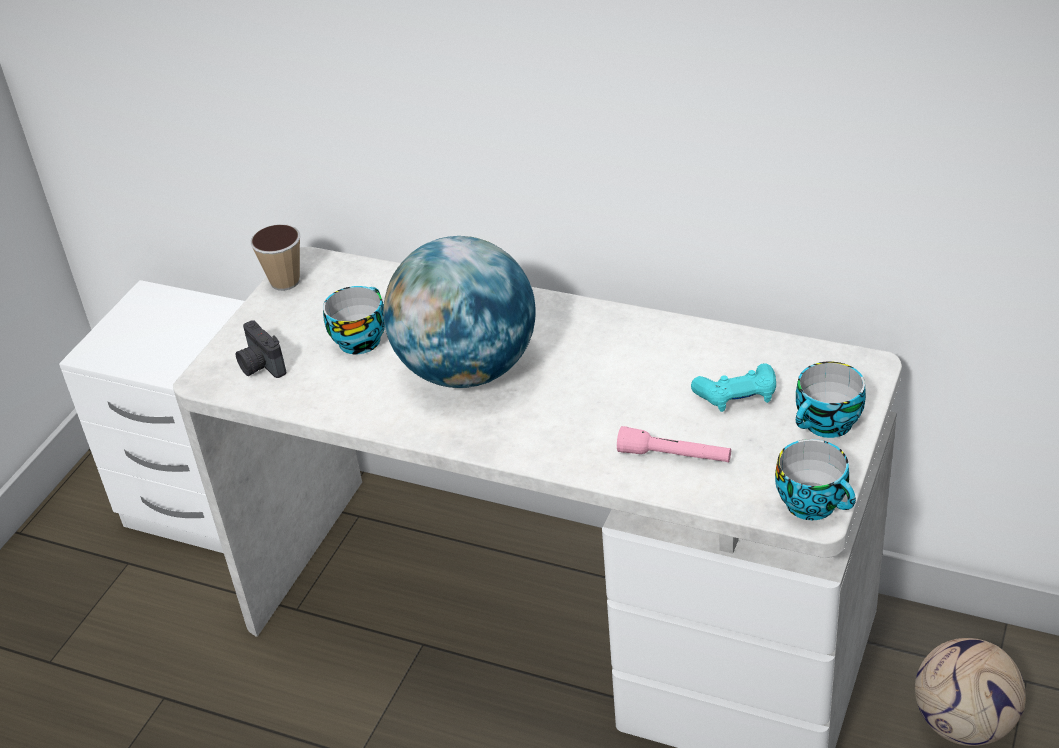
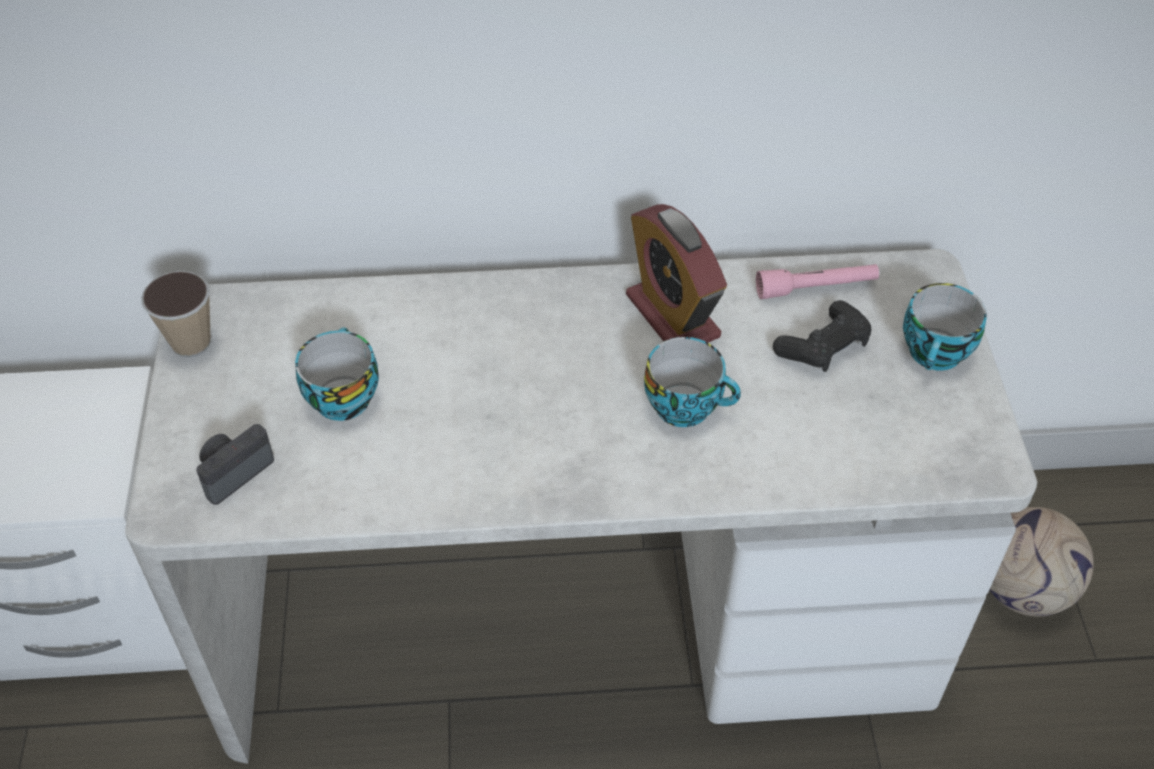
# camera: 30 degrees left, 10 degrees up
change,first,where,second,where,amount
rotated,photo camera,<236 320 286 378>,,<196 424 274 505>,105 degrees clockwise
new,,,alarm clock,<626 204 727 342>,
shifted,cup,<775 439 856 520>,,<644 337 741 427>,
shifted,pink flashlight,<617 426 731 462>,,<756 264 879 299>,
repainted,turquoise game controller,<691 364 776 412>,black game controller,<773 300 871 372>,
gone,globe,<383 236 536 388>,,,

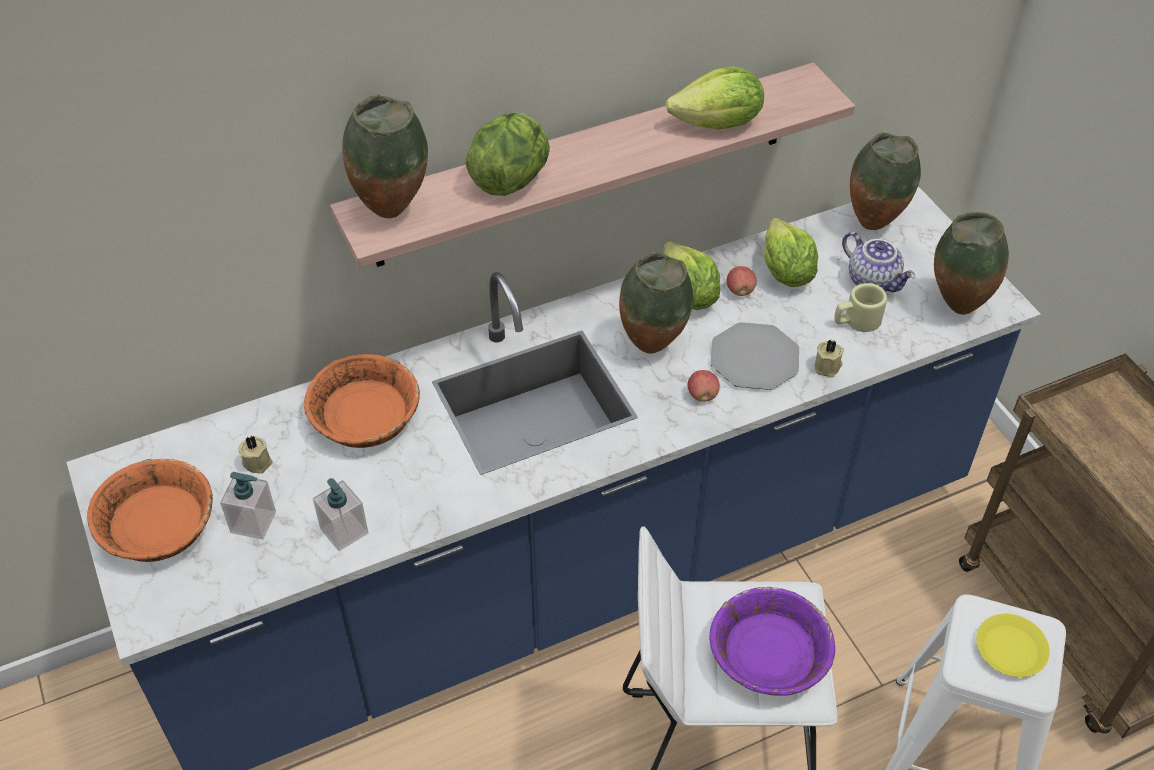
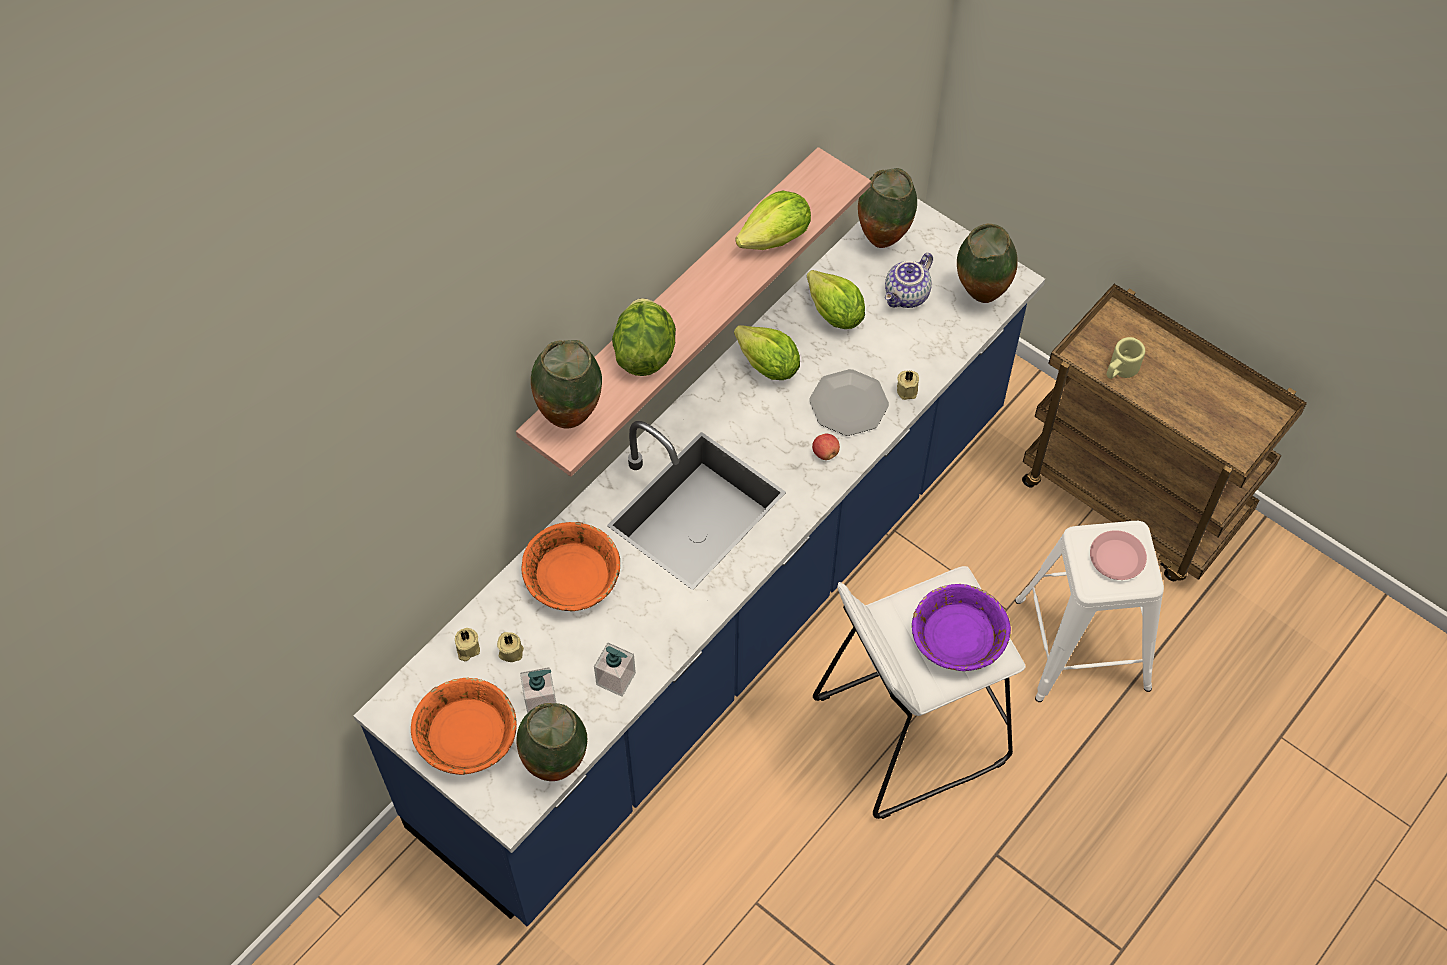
# camera: 25 degrees left, 10 degrees up
change,first,where,second,where,amount
new,,,beige candle,<455 628 480 661>,
shifted,vase,<619 252 694 354>,,<516 703 587 781>,
rotated,teapot,<842 232 915 292>,,<885 253 933 308>,105 degrees clockwise
repainted,yellow plate,<976 614 1050 677>,pink plate,<1090 530 1147 580>,
shifted,beige mug,<835 283 887 332>,,<1107 337 1145 379>,
gone,apple,<727 266 757 296>,,,

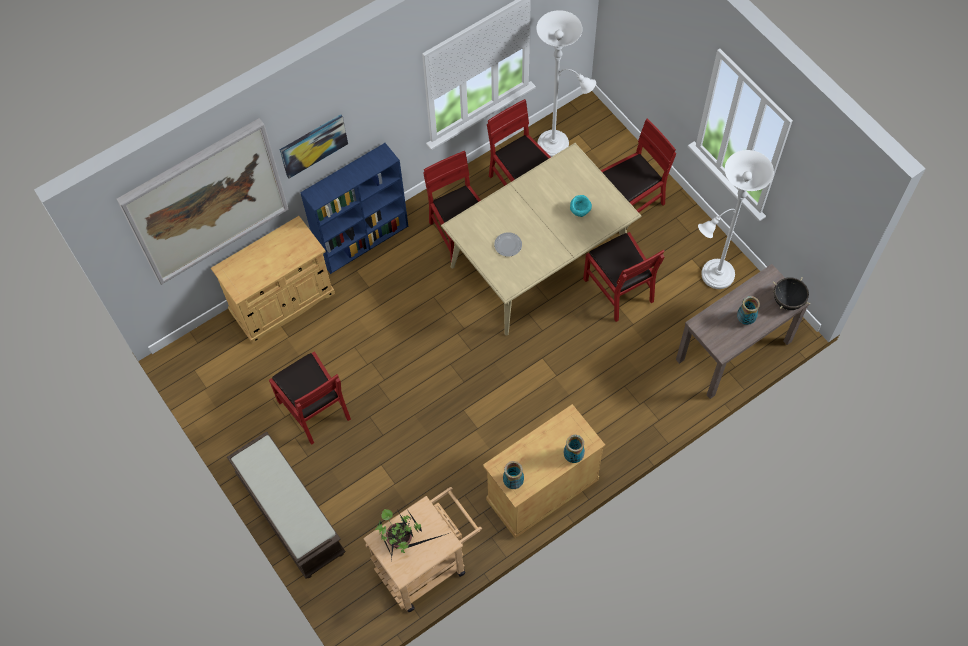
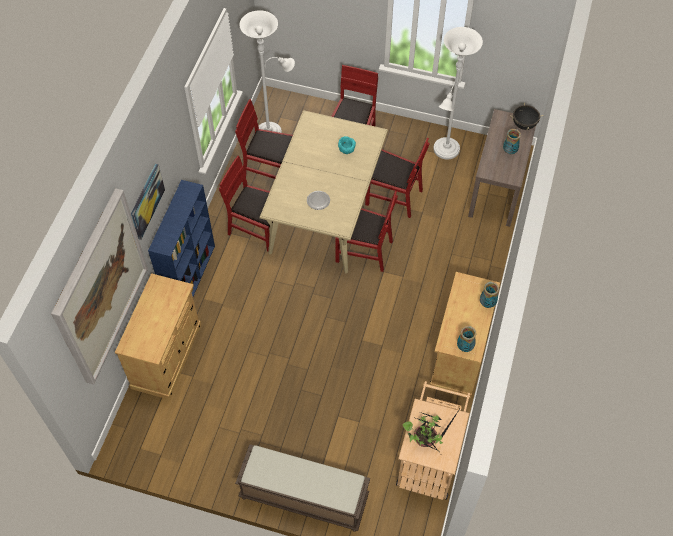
# camera: 40 degrees left, 5 degrees down
change,first,where,second,where,amount
shifted,red chair,<269 351 351 445>,,<335 191 398 272>,

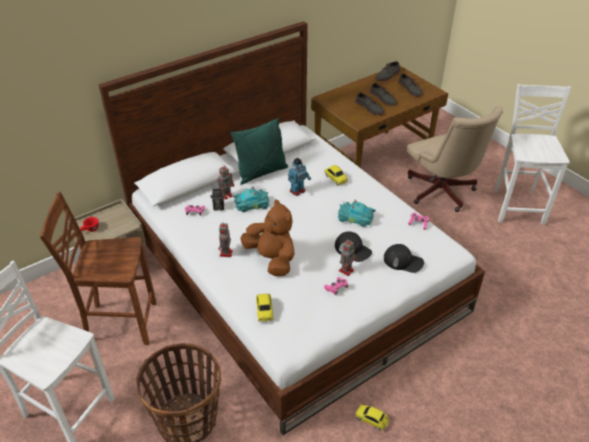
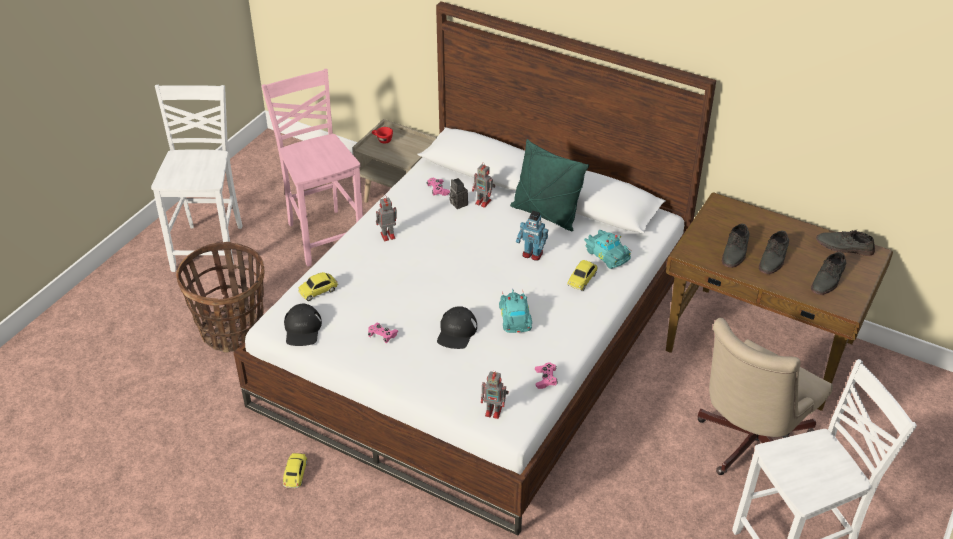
# camera: 65 degrees right, 0 degrees up
change,first,where,second,where,amount
repainted,brown chair,<40 192 156 345>,pink chair,<261 69 363 267>,
shifted,black cap,<384 244 424 273>,,<284 304 322 346>,
shifted,toy robot,<339 239 357 276>,,<481 370 509 419>,
shifted,turquoise toy car,<233 186 269 212>,,<584 229 632 269>,
gone,brown plush toy,<240 200 295 276>,,,

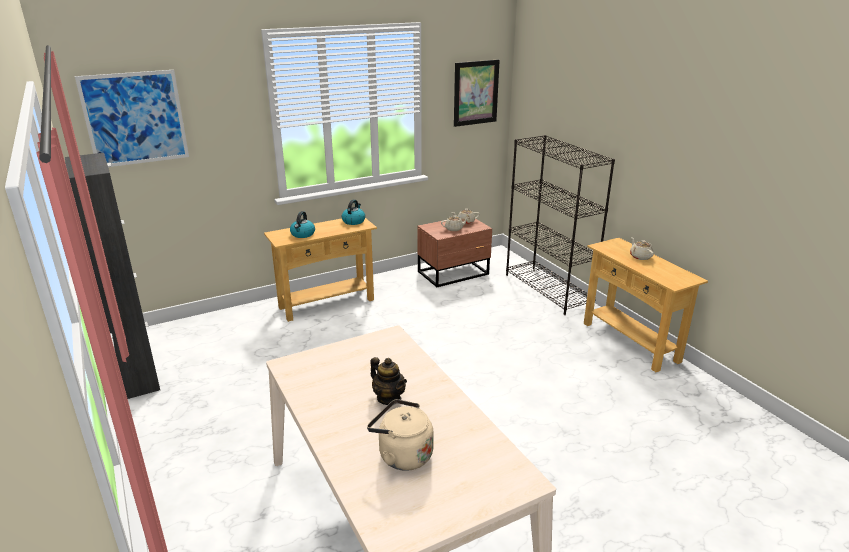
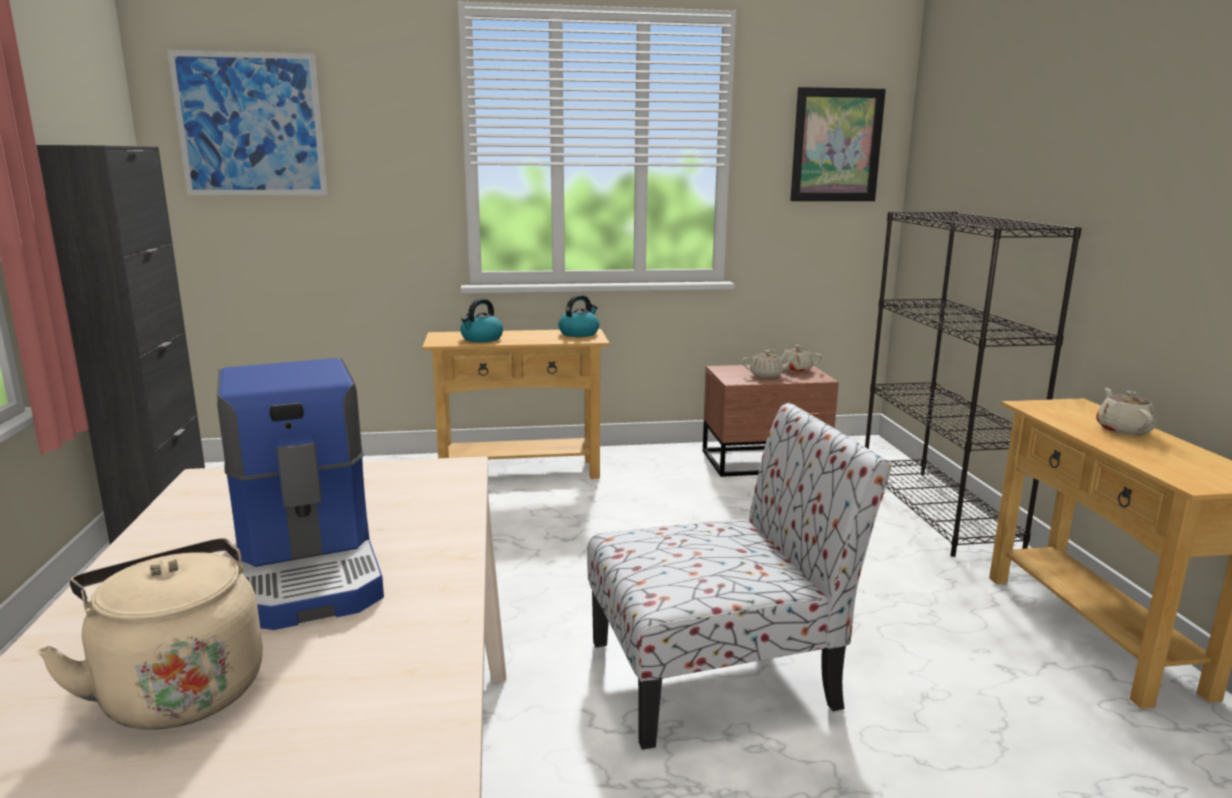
# camera: 20 degrees right, 10 degrees down
change,first,where,second,where,amount
swapped,teapot,<370 357 407 405>,coffee machine,<217 358 384 630>,
new,,,chair,<587 403 891 750>,

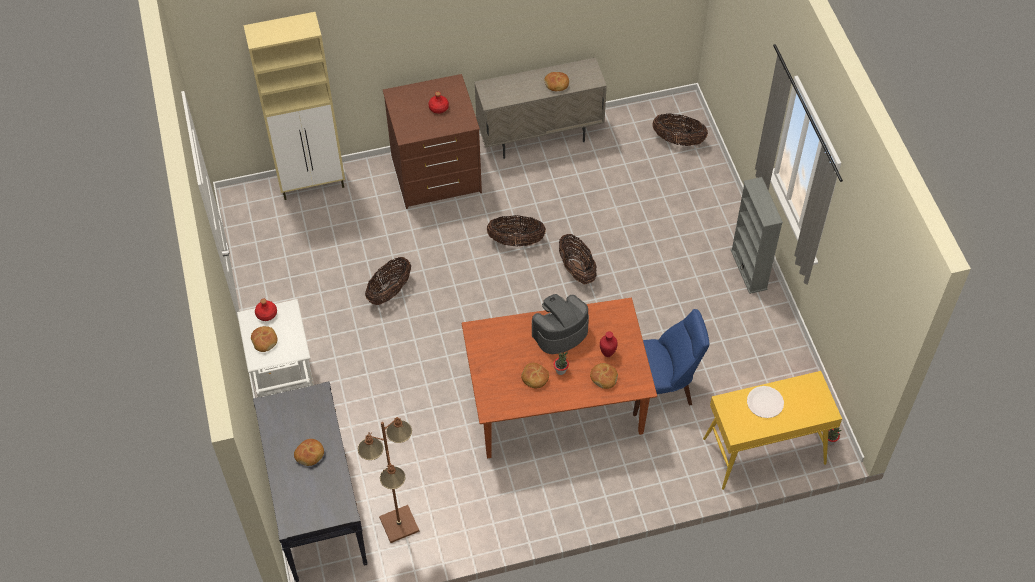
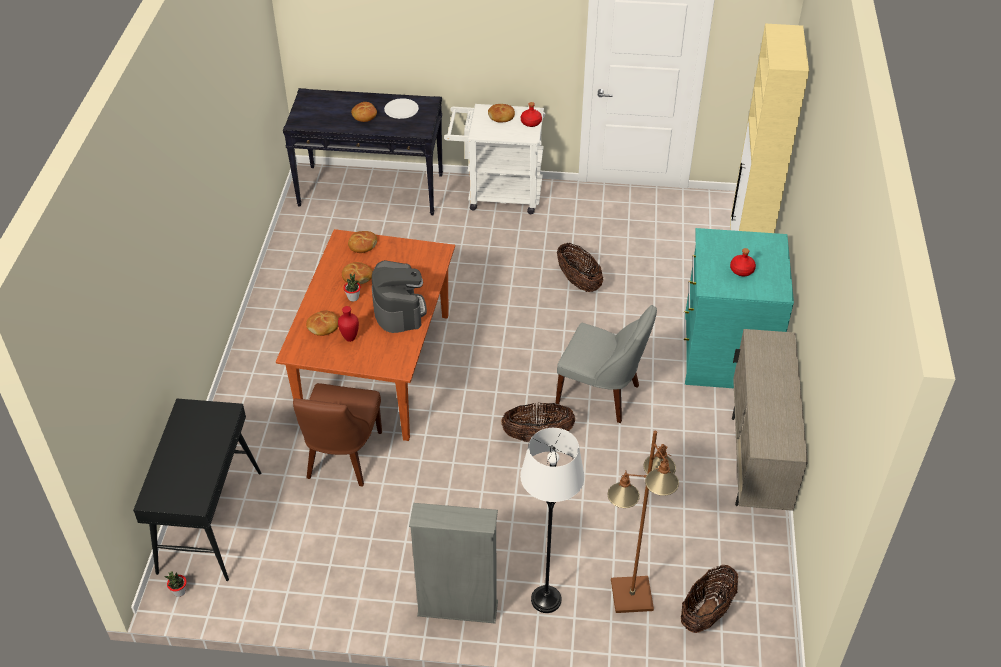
# camera: 110 degrees right, 10 degrees down
change,first,where,second,where,amount
repainted,yellow console table,<703 371 842 490>,black console table,<133 398 261 581>,
repainted,blue chair,<633 309 709 416>,brown chair,<293 383 382 486>,
shifted,bread,<544 72 569 91>,,<348 231 377 253>,
shifted,white plate,<747 386 784 418>,,<384 98 419 119>,
new,,,white floor lamp,<520 428 585 613>,
swapped,basket,<487 215 546 247>,grey chair,<556 305 657 423>,
shifted,brown floor lamp,<358 417 419 543>,,<607 431 679 613>,
repainted,brown dresser,<383 74 482 209>,turquoise dresser,<684 228 794 388>,

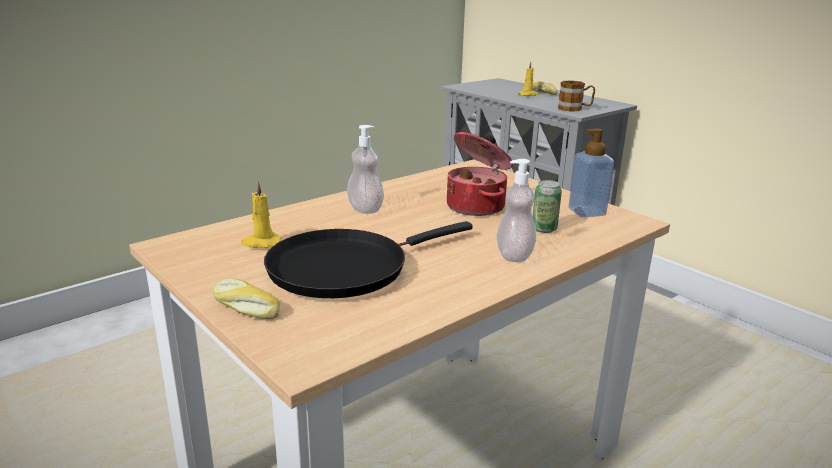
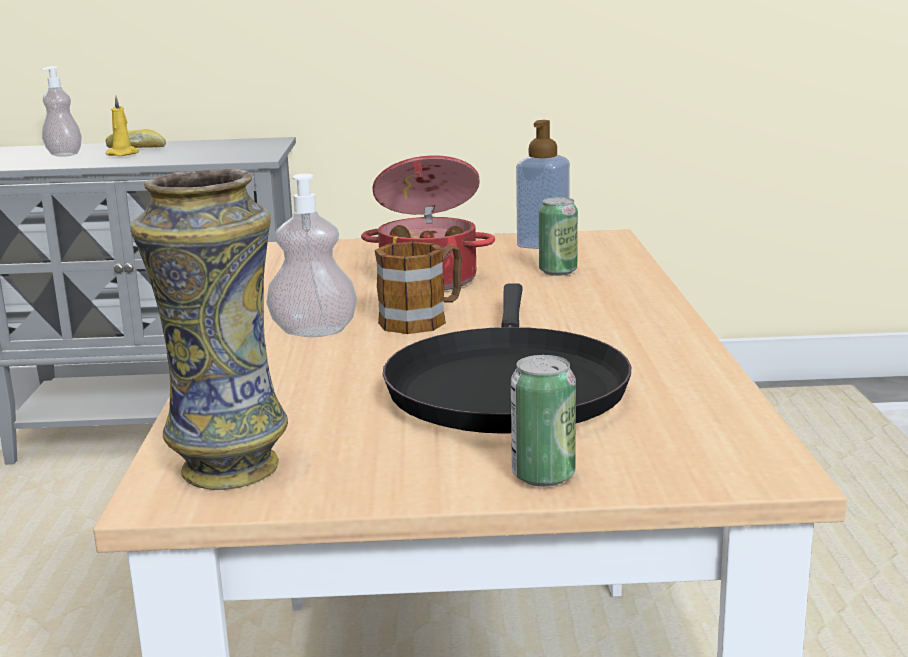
# camera: 50 degrees left, 5 degrees down
change,first,where,second,where,amount
shifted,soap dispenser,<497 159 536 262>,,<42 66 82 157>,
new,,,vase,<130 169 288 490>,
shifted,mug,<558 81 595 111>,,<375 241 462 334>,
swapped,bread,<212 278 280 319>,can,<511 355 576 487>,
gone,yellow candle,<241 181 282 248>,,,

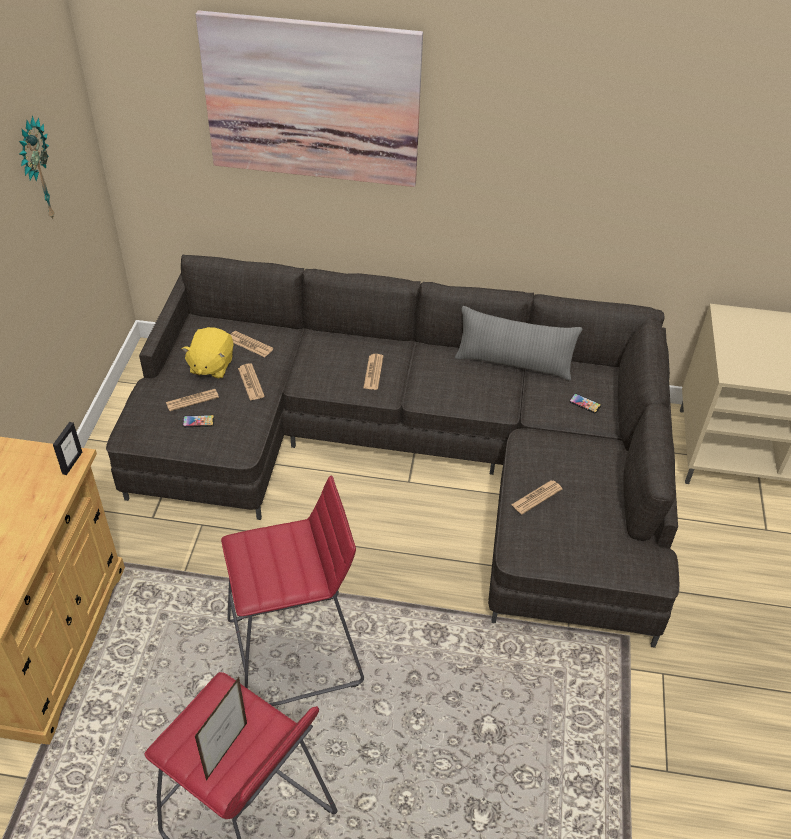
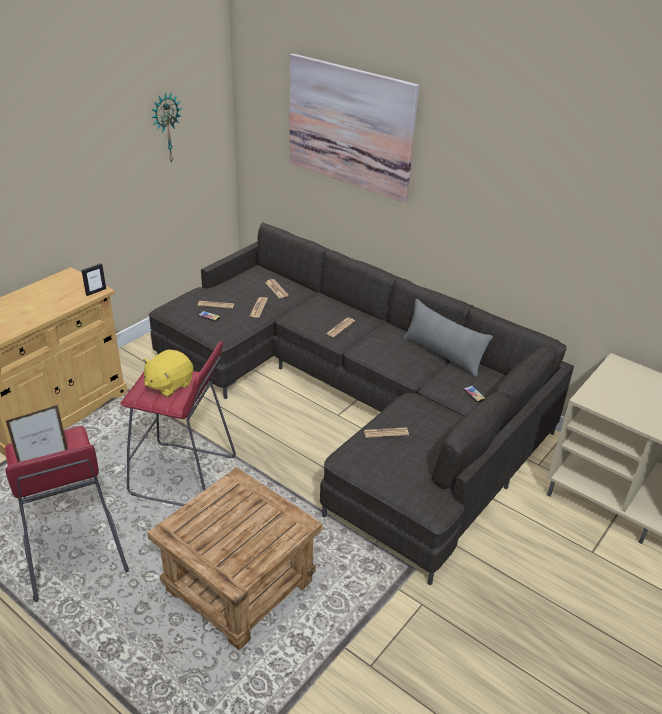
# camera: 30 degrees right, 10 degrees down
change,first,where,second,where,amount
shifted,yellow plush toy,<182 327 233 379>,,<143 349 193 397>,
new,,,brown side table,<147 467 322 650>,

